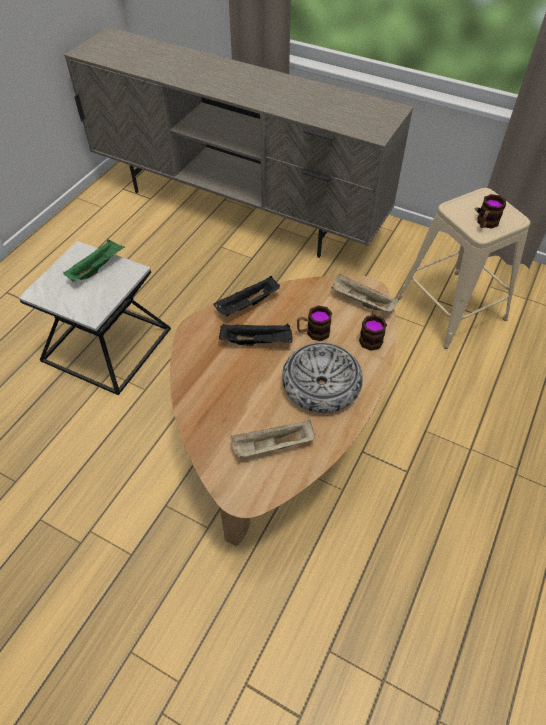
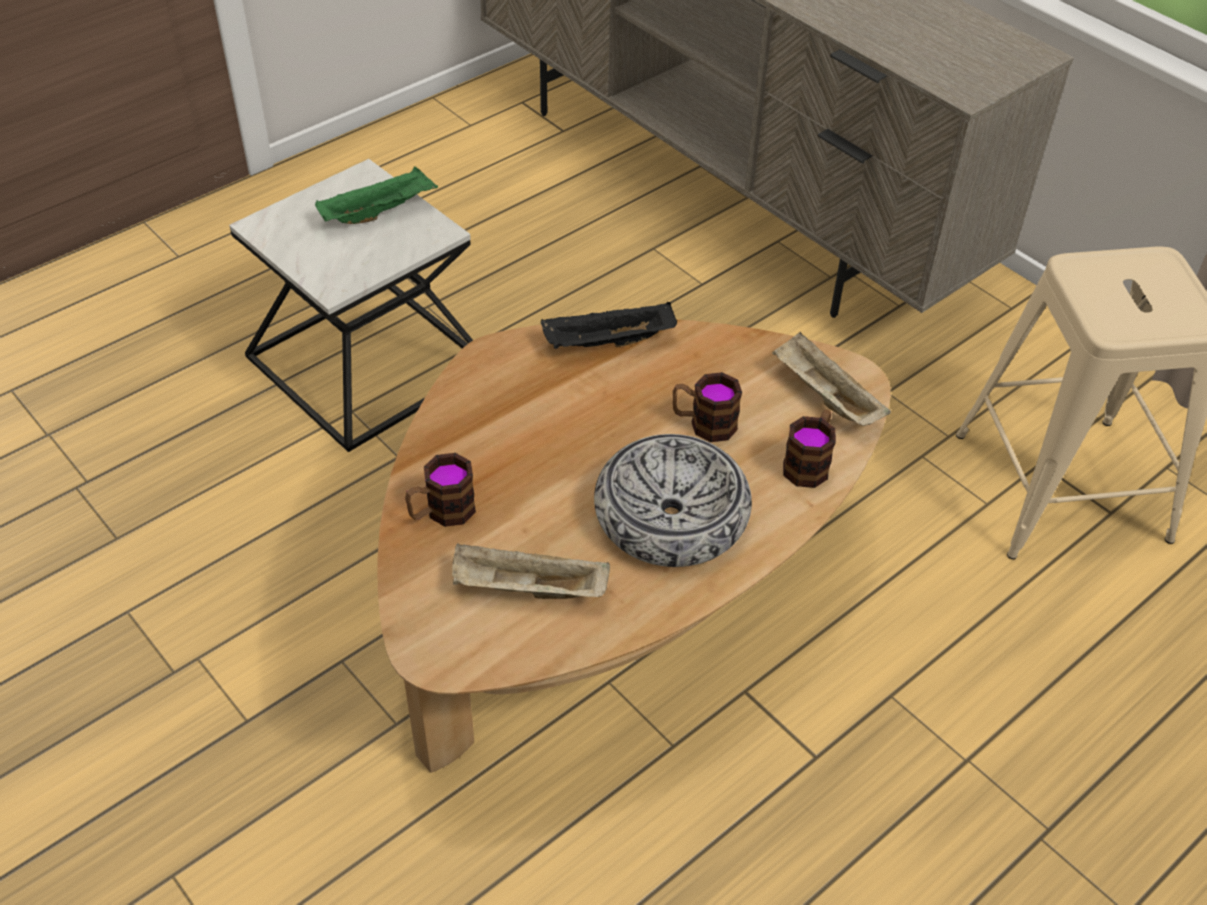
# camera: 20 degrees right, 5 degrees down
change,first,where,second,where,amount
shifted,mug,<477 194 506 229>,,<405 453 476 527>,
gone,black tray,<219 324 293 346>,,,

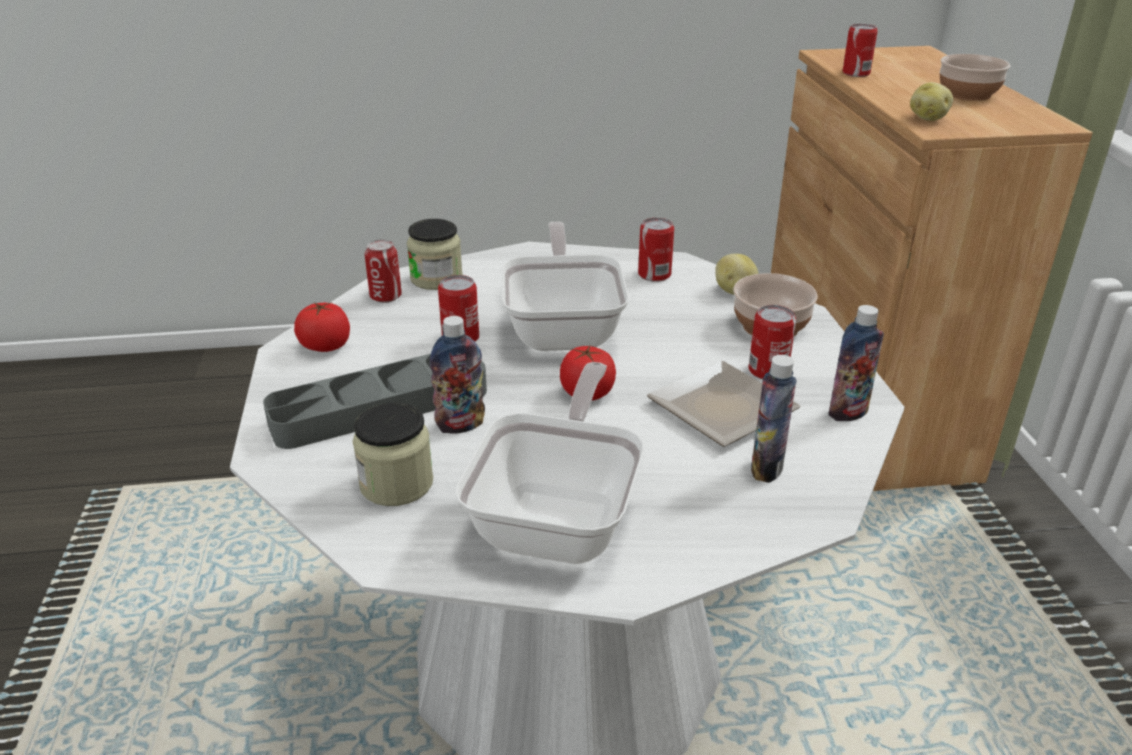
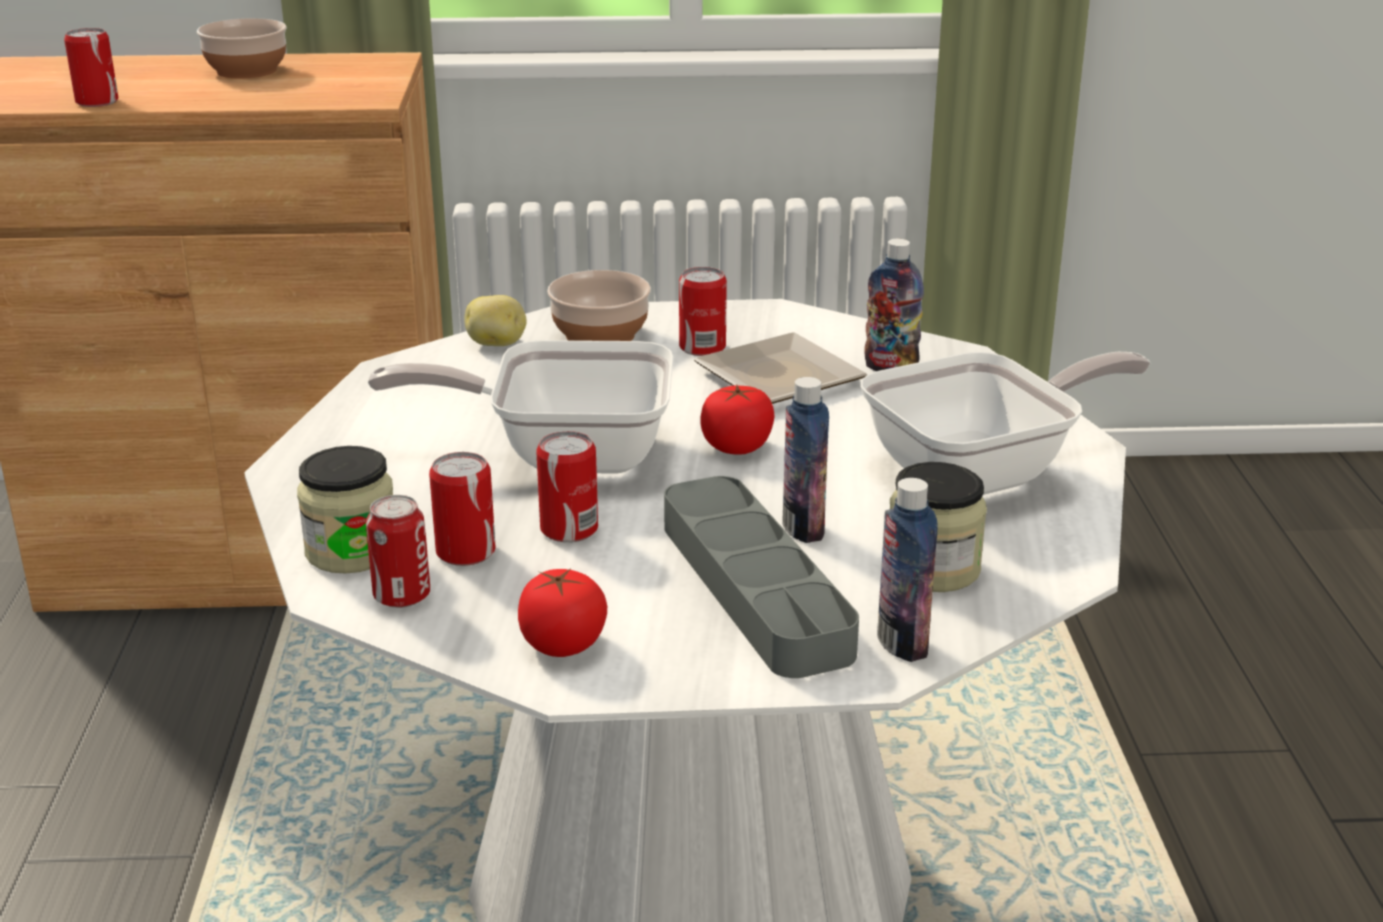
# camera: 85 degrees left, 5 degrees down
change,first,where,second,where,amount
shifted,can,<638 218 674 282>,,<429 452 495 566>,
rotated,frying pan,<455 362 644 564>,,<860 352 1150 495>,135 degrees clockwise
shifted,bottle,<828 305 884 421>,,<877 478 938 662>,
gone,potato,<910 82 953 121>,,,

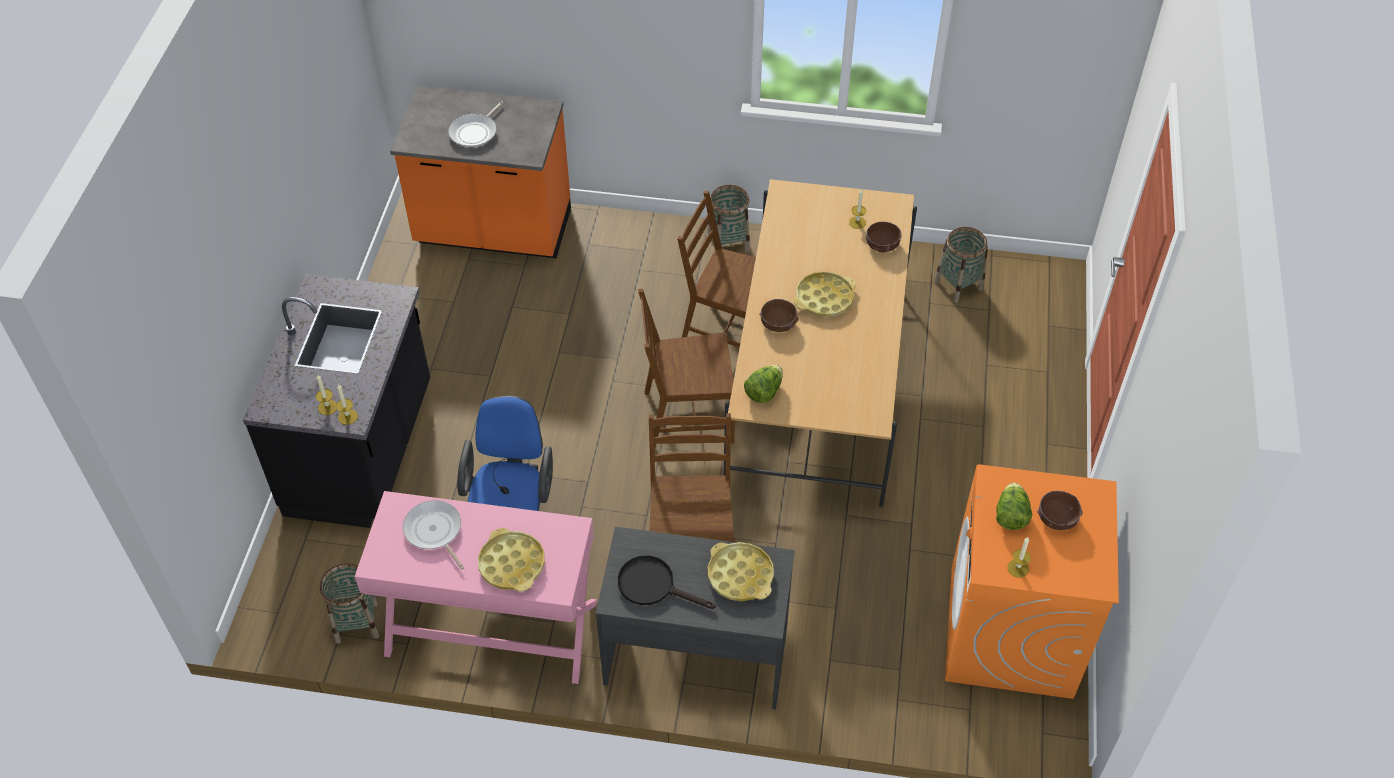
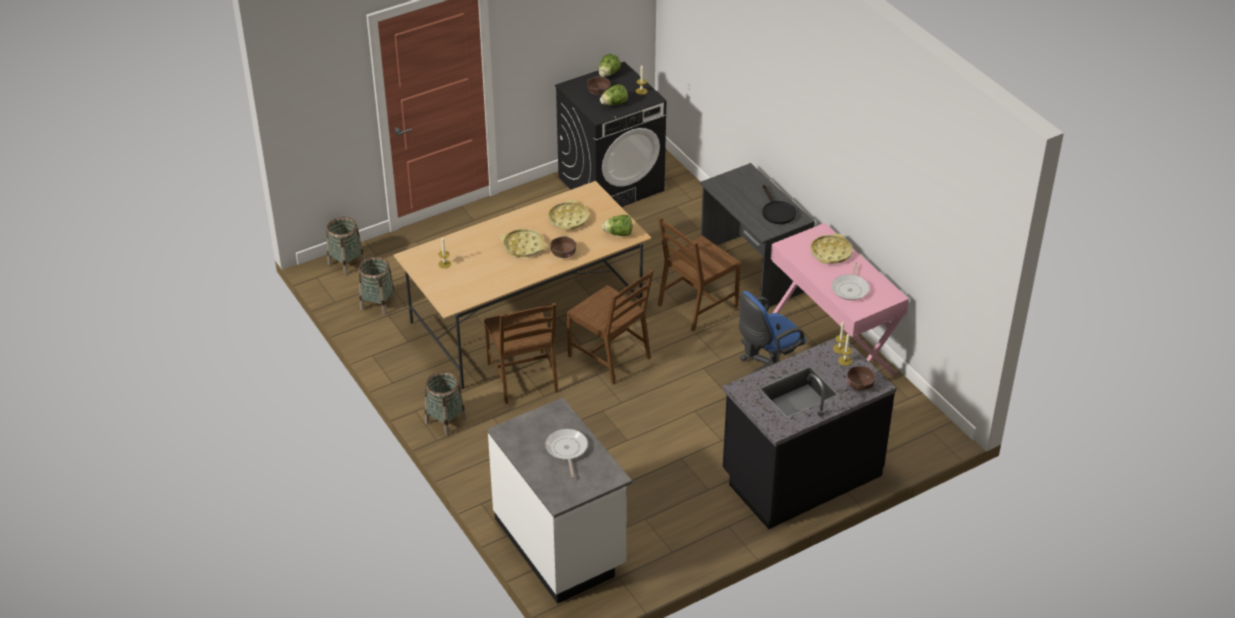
# camera: 130 degrees left, 10 degrees down
change,first,where,second,where,amount
shifted,basket,<319 563 379 644>,,<326 217 365 275>,
repainted,orange counter,<390 86 571 258>,white counter,<487 398 632 604>,
rotated,frying pan,<448 101 503 147>,,<545 429 588 478>,90 degrees counterclockwise
shifted,yellow tray,<708 542 774 601>,,<548 200 589 230>,
repainted,orange washing machine,<945 464 1119 699>,black washing machine,<555 62 666 207>,
new,,,lettuce,<599 54 621 77>,
shifted,brown bowl,<866 222 902 252>,,<846 366 876 391>,

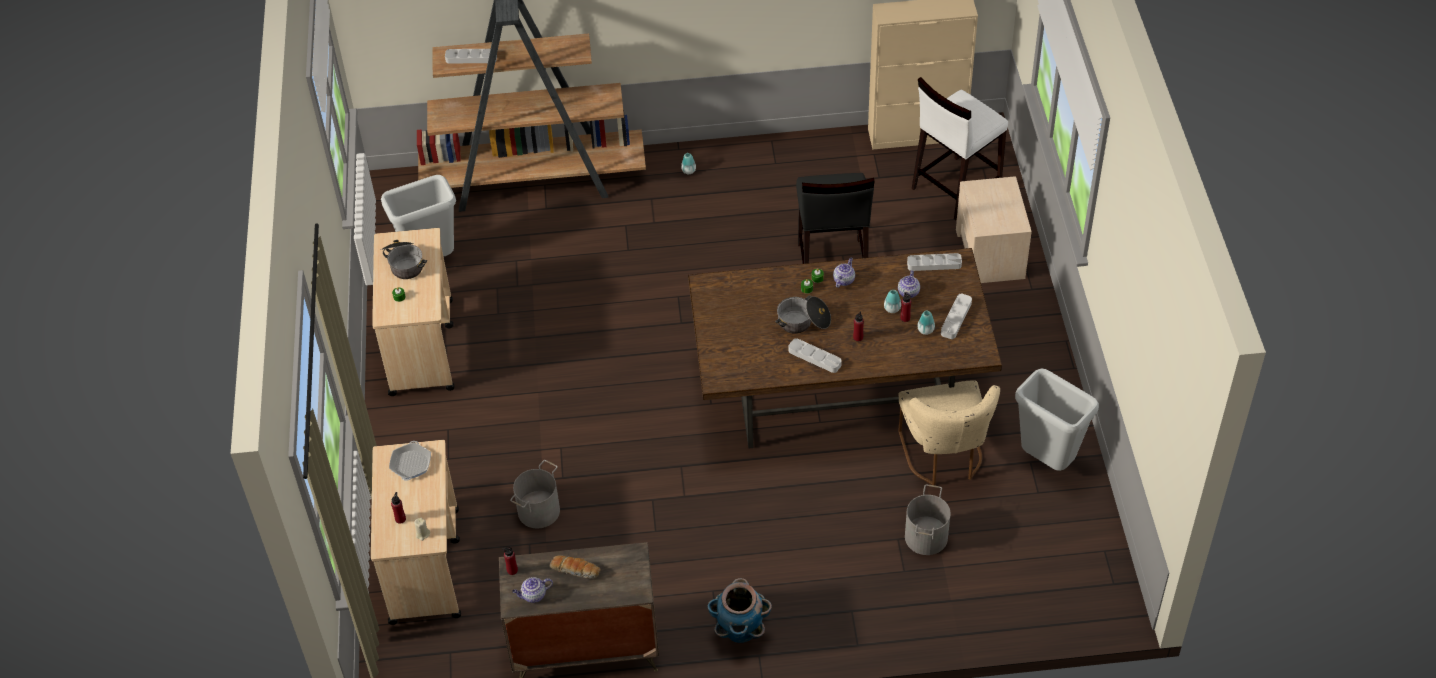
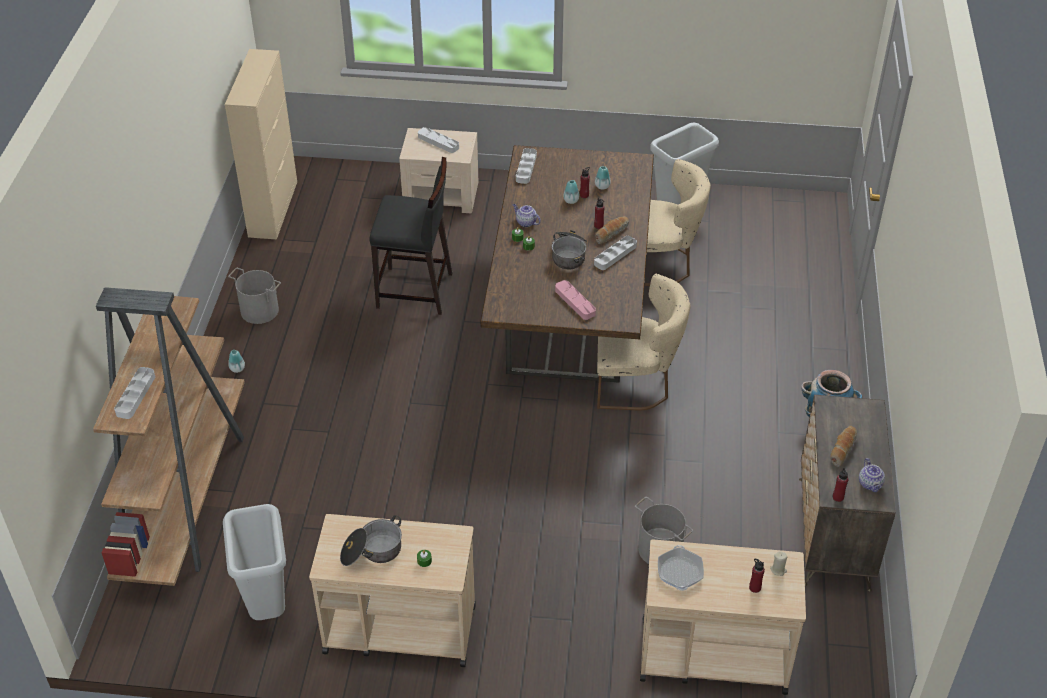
# camera: 80 degrees left, 5 degrees down
change,first,where,second,where,amount
shifted,grey bucket,<905 484 951 555>,,<228 268 281 324>,
shifted,grey tray,<941 294 972 339>,,<418 127 459 153>,
new,,,pink tray,<555 280 596 320>,
new,,,bread,<595 216 629 244>,
new,,,beige chair,<597 274 691 410>,
rotated,frying pan,<389 441 431 481>,,<658 545 704 591>,105 degrees counterclockwise
gone,teapot,<898 270 920 298>,,,
gone,white stool,<912 77 1008 220>,,,

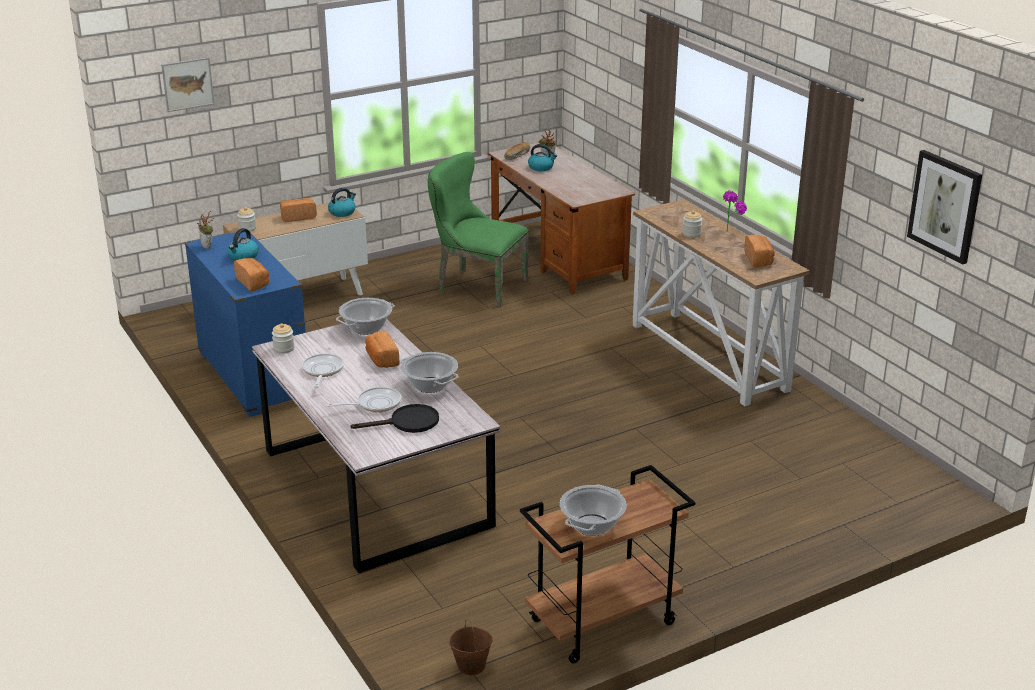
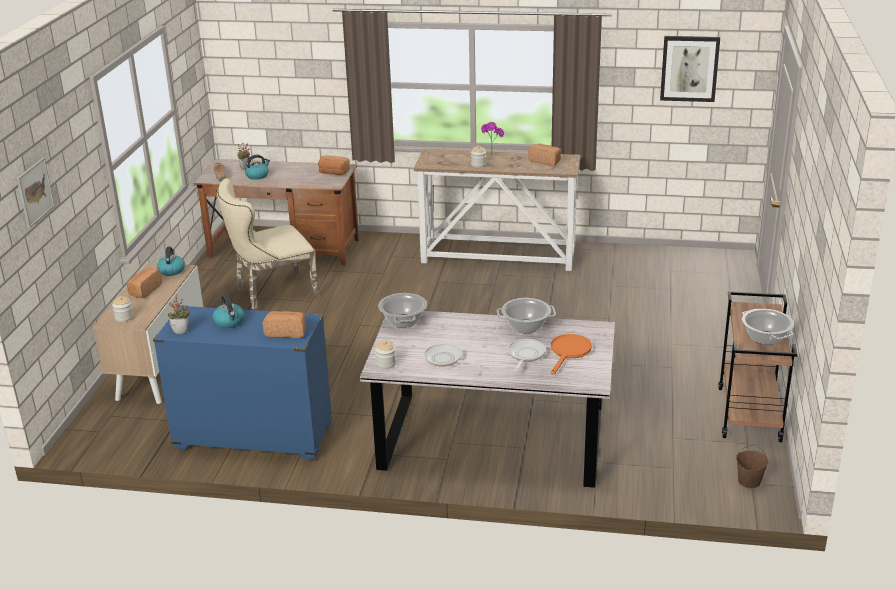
# camera: 50 degrees left, 0 degrees up
change,first,where,second,where,amount
repainted,green chair,<428 152 529 308>,beige chair,<217 178 319 310>,
shifted,bread,<365 331 399 368>,,<318 155 350 175>,
repainted,black frying pan,<350 404 439 433>,orange frying pan,<551 334 592 375>,

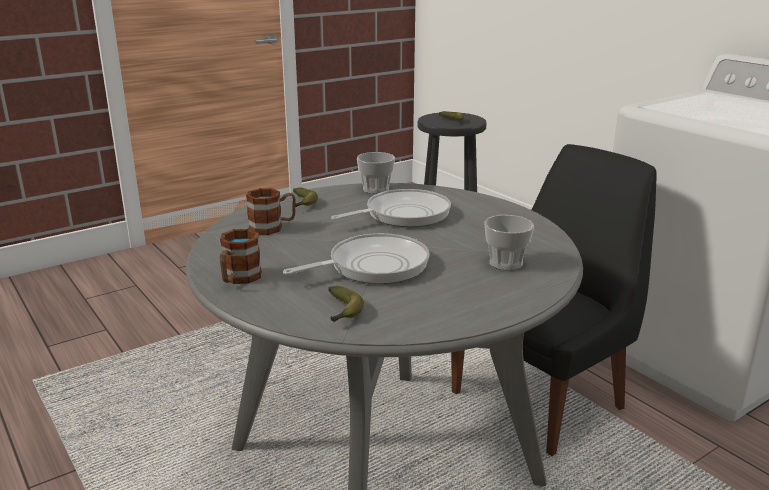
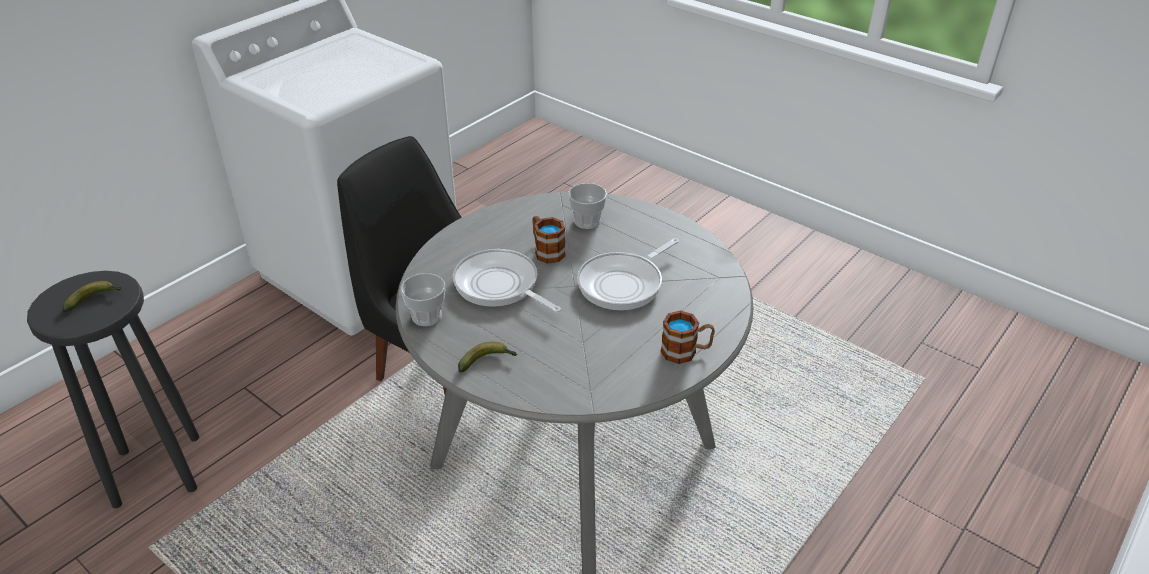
# camera: 105 degrees left, 15 degrees up
change,first,where,second,where,amount
shifted,mug,<246 188 296 235>,,<532 216 566 263>,
rotated,frying pan,<283 233 430 284>,,<577 238 679 310>,90 degrees counterclockwise
gone,banana,<328 286 364 322>,,,

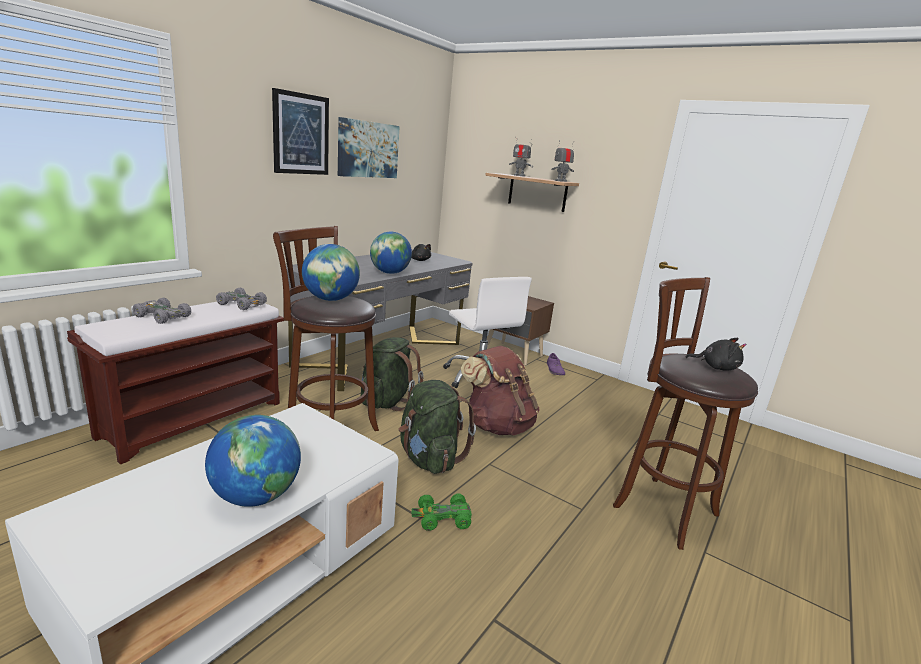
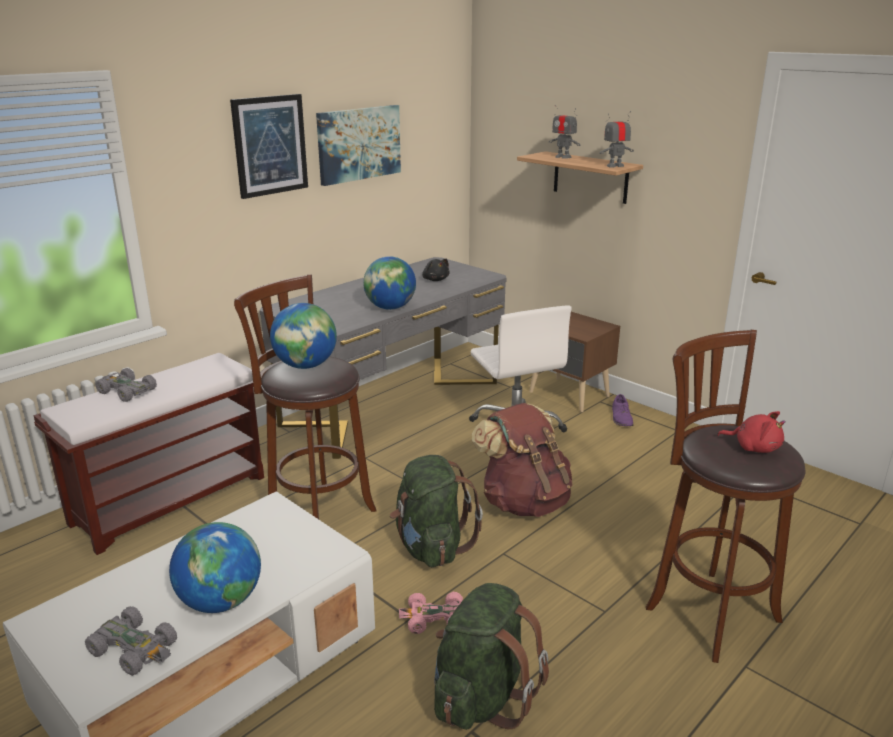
# camera: 10 degrees right, 5 degrees up
change,first,where,second,where,amount
shifted,grey toy car,<216 288 267 310>,,<85 606 177 676>,
repainted,green toy car,<411 493 472 531>,pink toy car,<399 592 463 634>,
shifted,green backpack,<361 337 424 411>,,<434 583 549 730>,
repainted,black plush toy,<685 338 746 370>,red plush toy,<717 411 786 453>,

